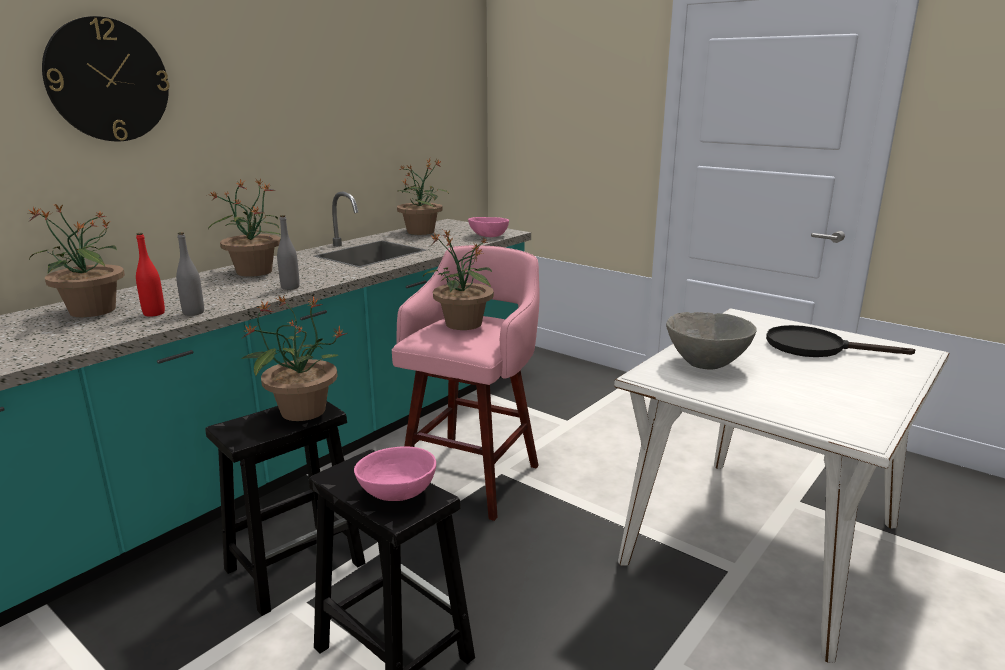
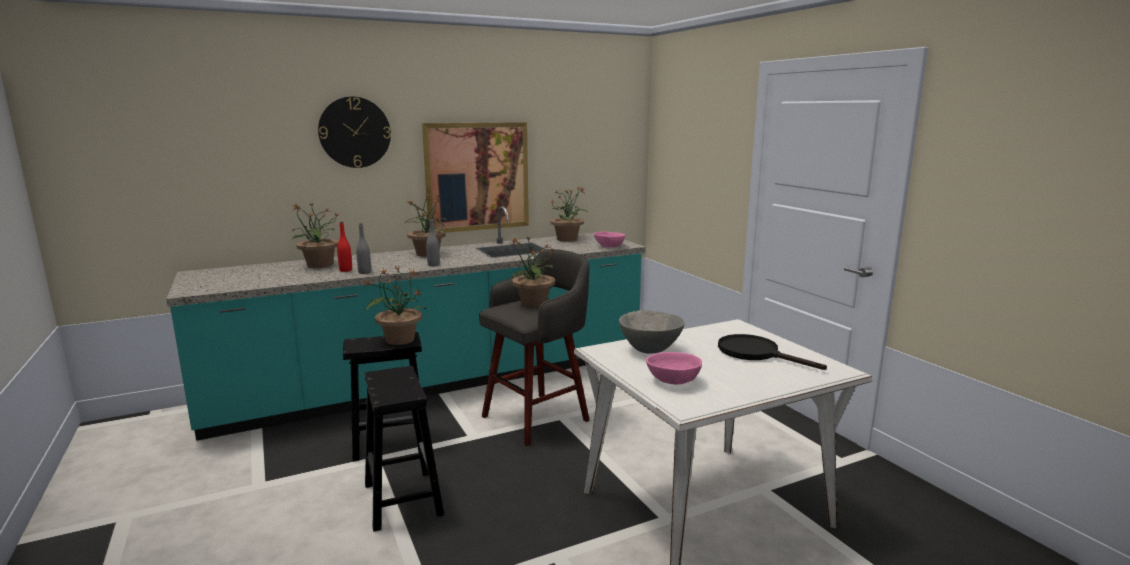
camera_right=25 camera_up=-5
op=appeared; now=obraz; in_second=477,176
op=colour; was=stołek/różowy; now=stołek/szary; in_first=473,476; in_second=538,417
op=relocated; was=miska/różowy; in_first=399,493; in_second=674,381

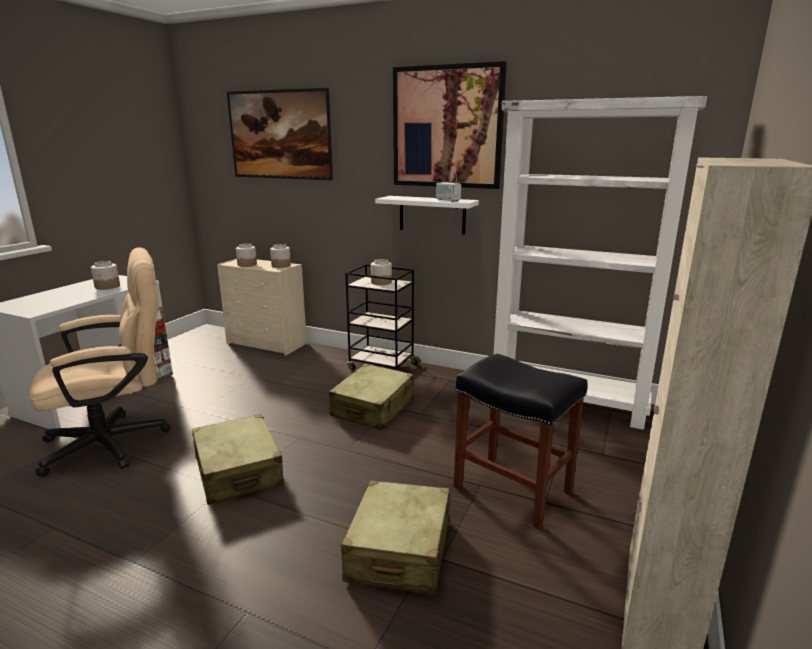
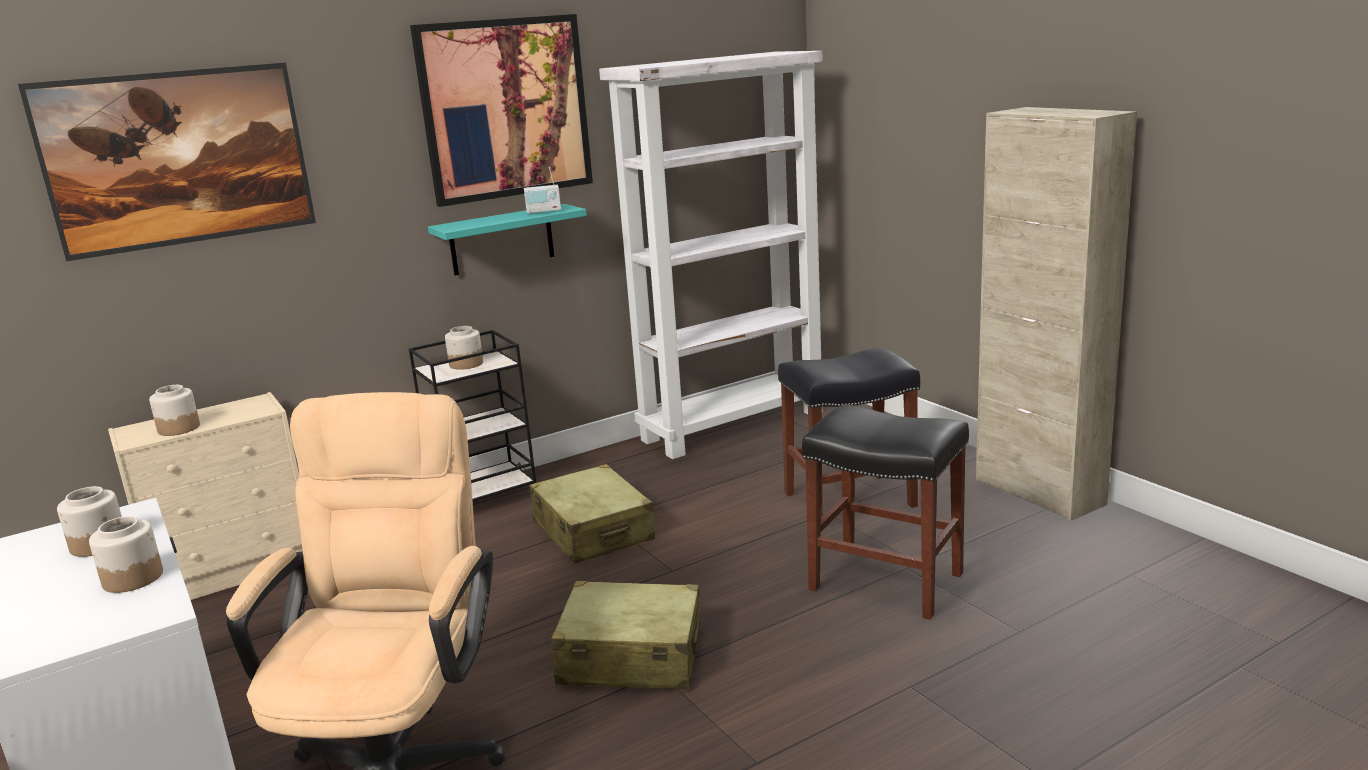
camera_right=-55 camera_up=0
op=relocated; was=słoik; in_first=281,265; in_second=133,578
op=colour; was=półka/biały; now=półka/turkusowy; in_first=432,214; in_second=501,240
op=exchanged; was=walizka/beżowy; now=stołek/czarny; in_first=399,551; in_second=888,581

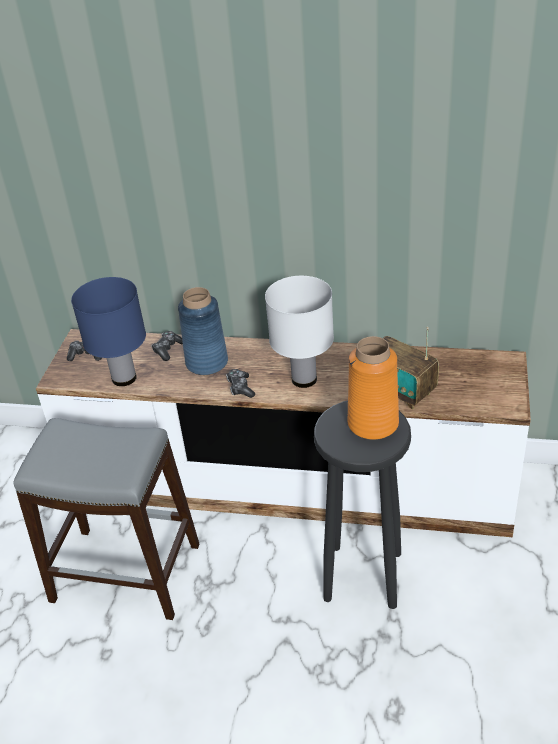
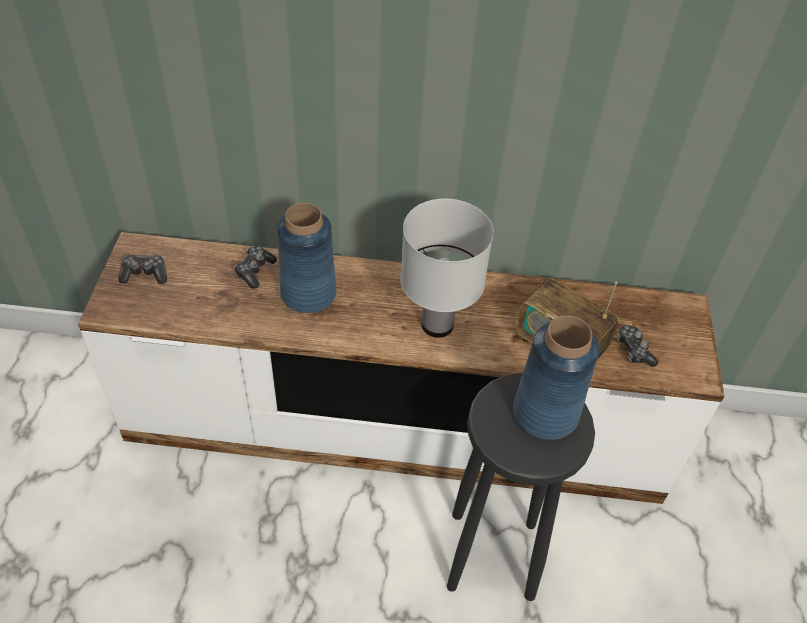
camera_right=-10 camera_up=10
op=colour; was=wazon/pomarańczowy; now=wazon/niebieski; in_first=373,423; in_second=546,413
op=relocated; was=pad do gier; in_first=240,388; in_second=633,350
op=missing; was=stołek/szary; in_first=125,572
op=missing; was=lampa stołowa/niebieski; in_first=123,378

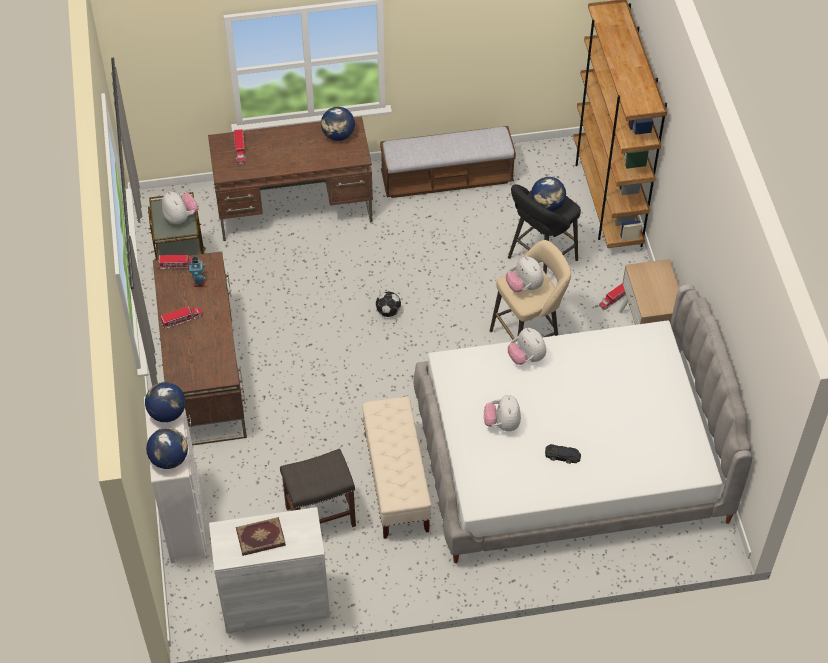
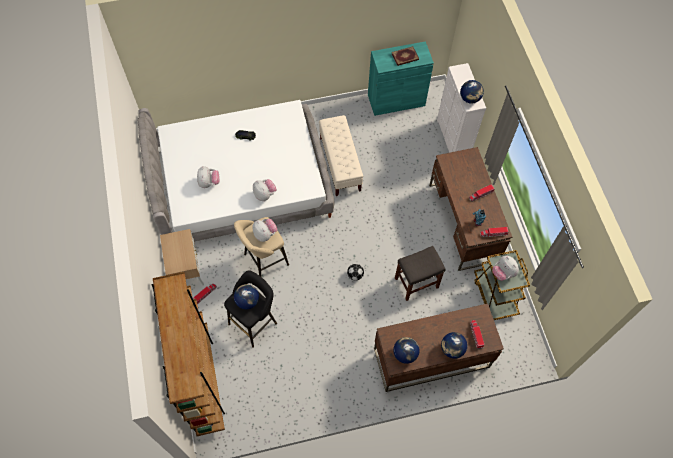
camera_right=175 camera_up=10
op=relocated; was=pluszak; in_first=502,424; in_second=209,183
op=colour; was=szafka/biały; now=szafka/turkusowy; in_first=275,602; in_second=396,100
op=relocated; was=stołek/szary; in_first=321,515; in_second=416,283
op=relocated; was=globus; in_first=169,459; in_second=452,349
op=missing; was=ławka; in_first=447,179

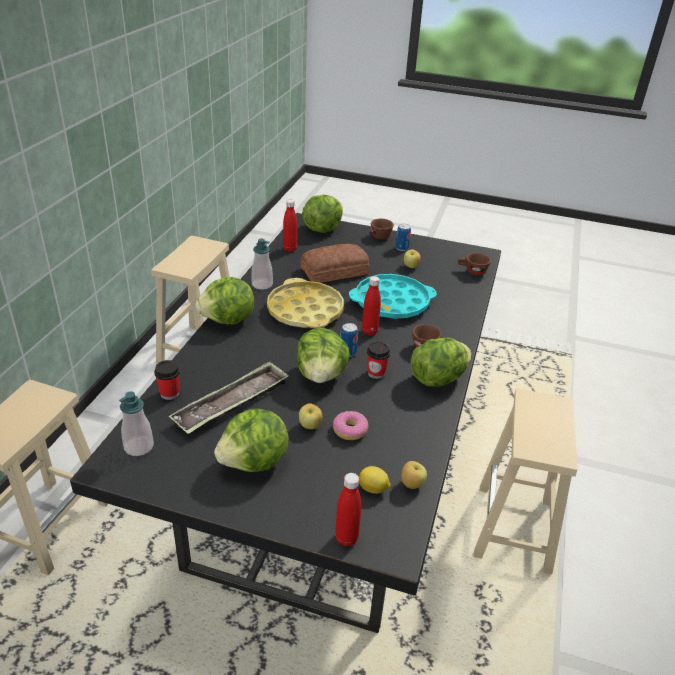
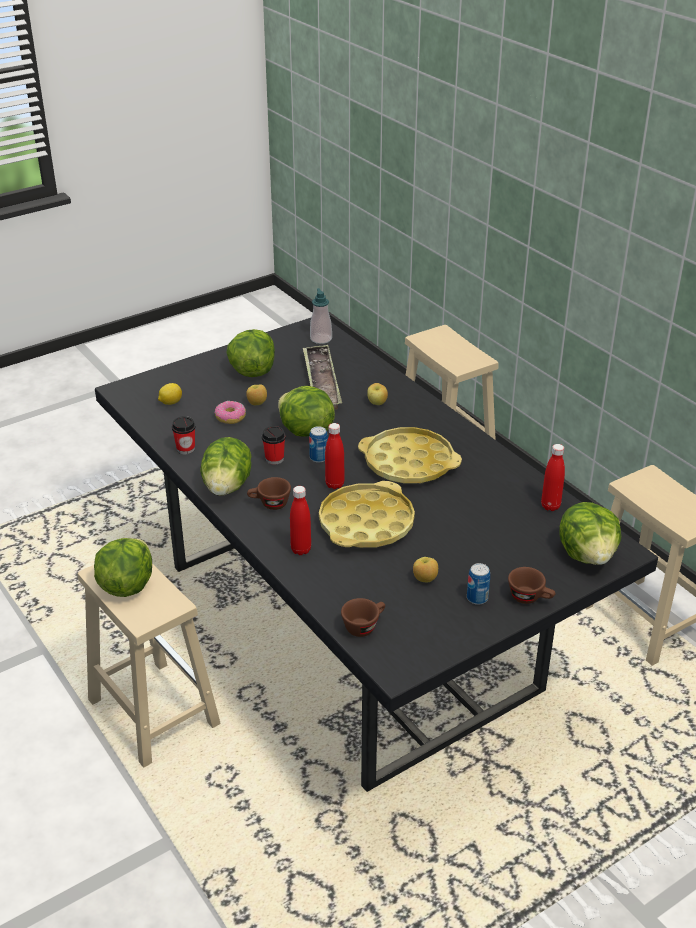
camera_right=130 camera_up=0
op=relocated; was=sałata; in_first=228,320; in_second=126,585
op=relocated; was=filiżanka; in_first=169,393; in_second=185,449
op=relocated; was=butelka/czerwony; in_first=346,538; in_second=301,550
op=colour; was=taca/turkusowy; now=taca/żółty; in_first=392,302; in_second=366,523
op=relocated; was=jabłko; in_first=411,484; in_second=377,403
op=missing; was=dozownik mydła; in_first=262,284
op=missing; was=chleb; in_first=336,271

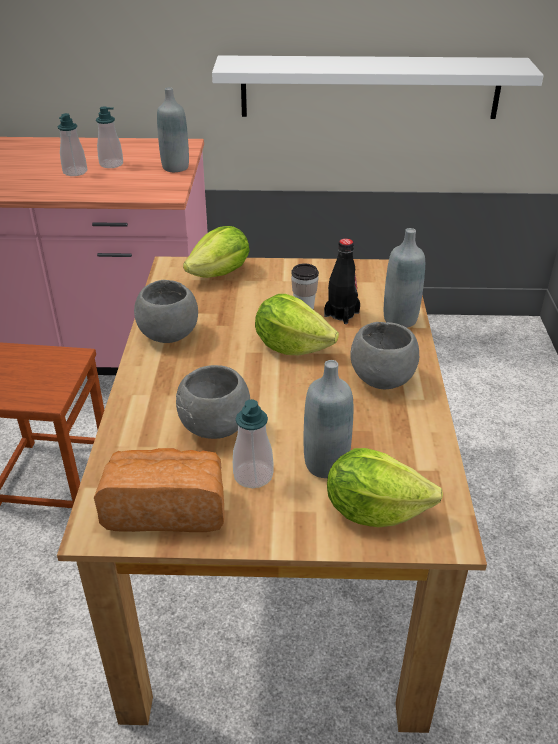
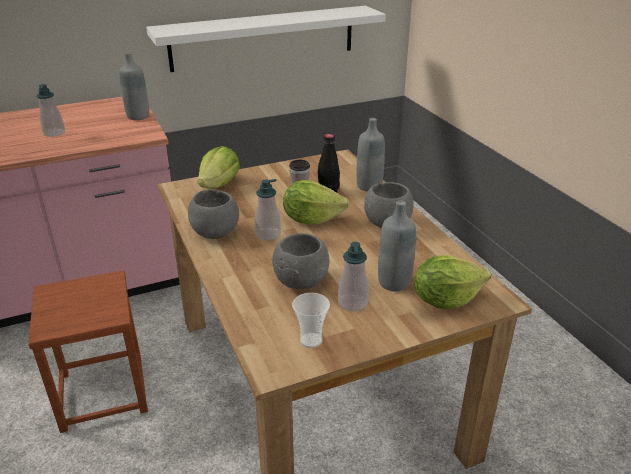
camera_right=-25 camera_up=-5
op=relocated; was=dozownik mydła; in_first=111,164; in_second=268,234
op=exchanged; was=chleb; now=filiżanka; in_first=167,508; in_second=311,340

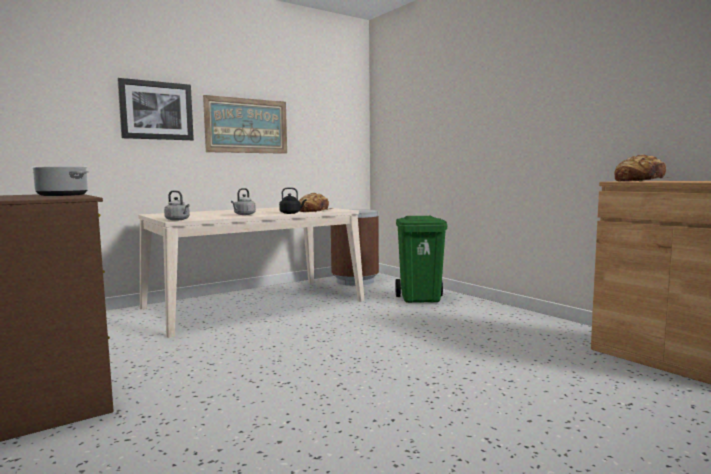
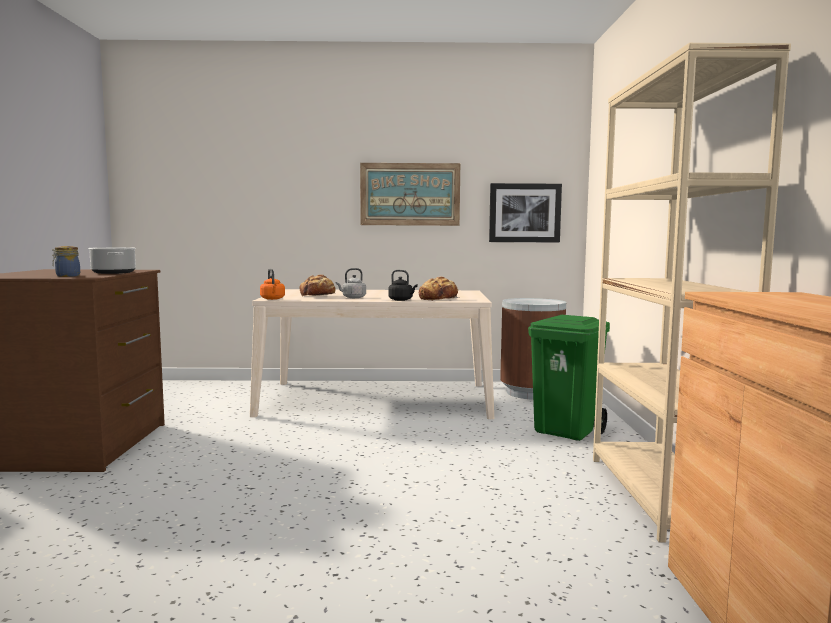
camera_right=35 camera_up=0
op=appeared; now=słoik; in_second=67,276
op=colour; was=czajnik/szary; now=czajnik/pomarańczowy; in_first=178,220; in_second=273,299
op=relocated; was=chleb; in_first=639,181; in_second=318,296
op=relocated; was=obraz; in_first=156,110; in_second=524,213
op=appeared; now=regał/beżowy; in_second=659,495

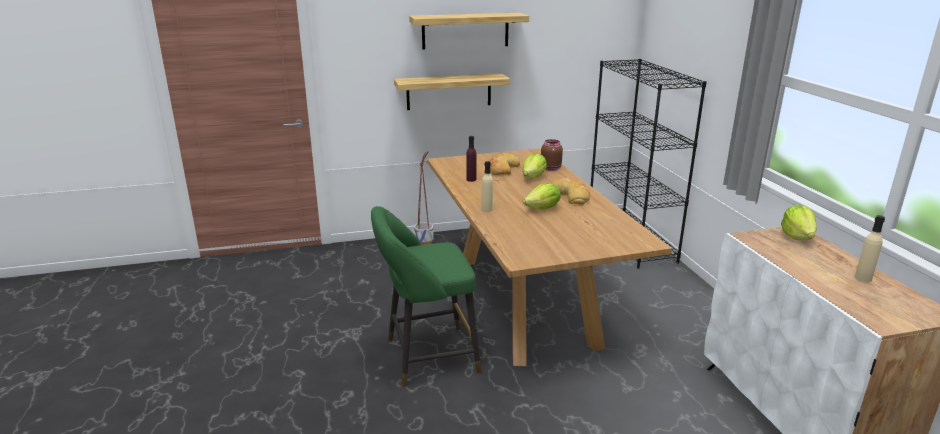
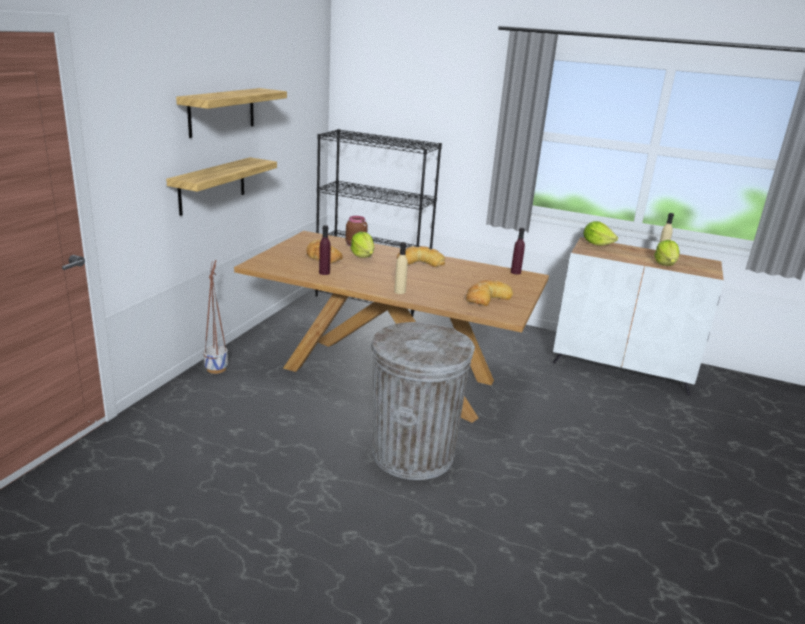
camera_right=-55 camera_up=0
op=exchanged; was=stołek/zielony; now=kosz na śmieci/szary; in_first=426,357; in_second=412,454
op=appeared; now=chleb; in_second=486,298
op=appeared; now=butelka/fioletowy; in_second=515,272
op=relocated; was=sałata; in_first=543,209; in_second=665,264

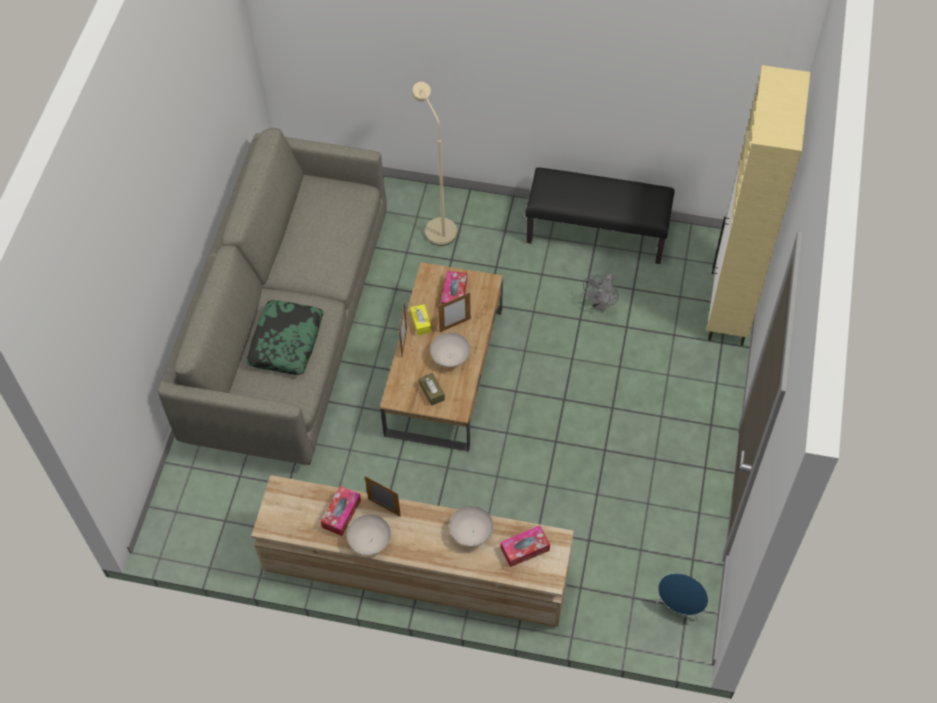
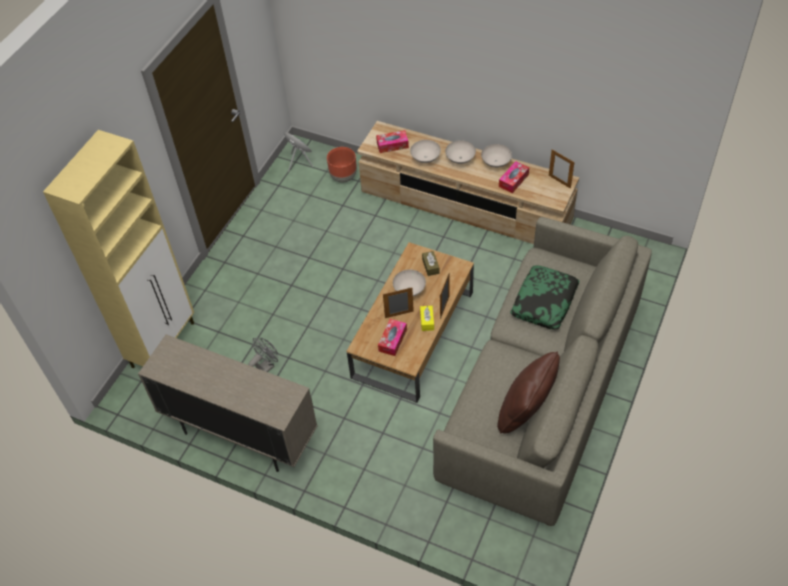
camera_right=-165 camera_up=-5
op=exchanged; was=ławka/czarny; now=szafka/beżowy; in_first=597,233; in_second=241,435
op=appeared; now=donica/brązowy; in_second=343,177
op=appeared; now=miska/biały; in_second=460,159
op=appeared; now=poduszka/brązowy; in_second=525,411
op=relocated; was=ramka na zdjęcie; in_first=384,507; in_second=559,181
op=missing; was=lampa stojąca/beżowy; in_first=437,226

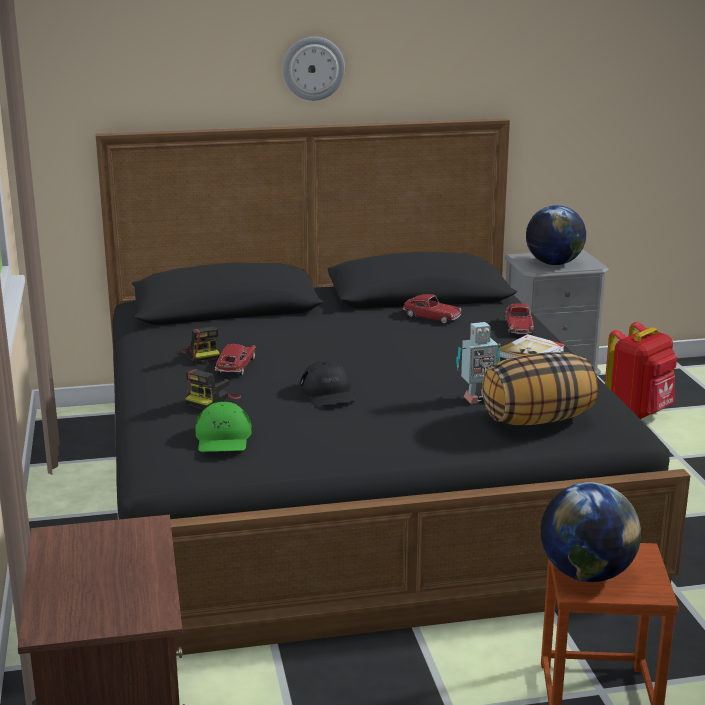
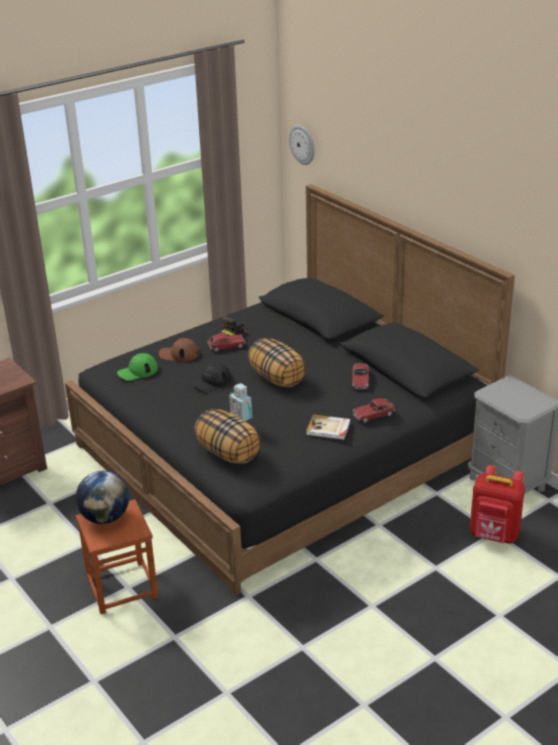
camera_right=65 camera_up=10
op=exchanged; was=aparat fotograficzny; now=czapka z daszkiem/brązowy; in_first=212,400; in_second=179,354
op=appeared; now=poduszka; in_second=277,378
op=relocated; was=zegar ścienny; in_first=313,68; in_second=302,144
op=missing; was=globus; in_first=553,263

